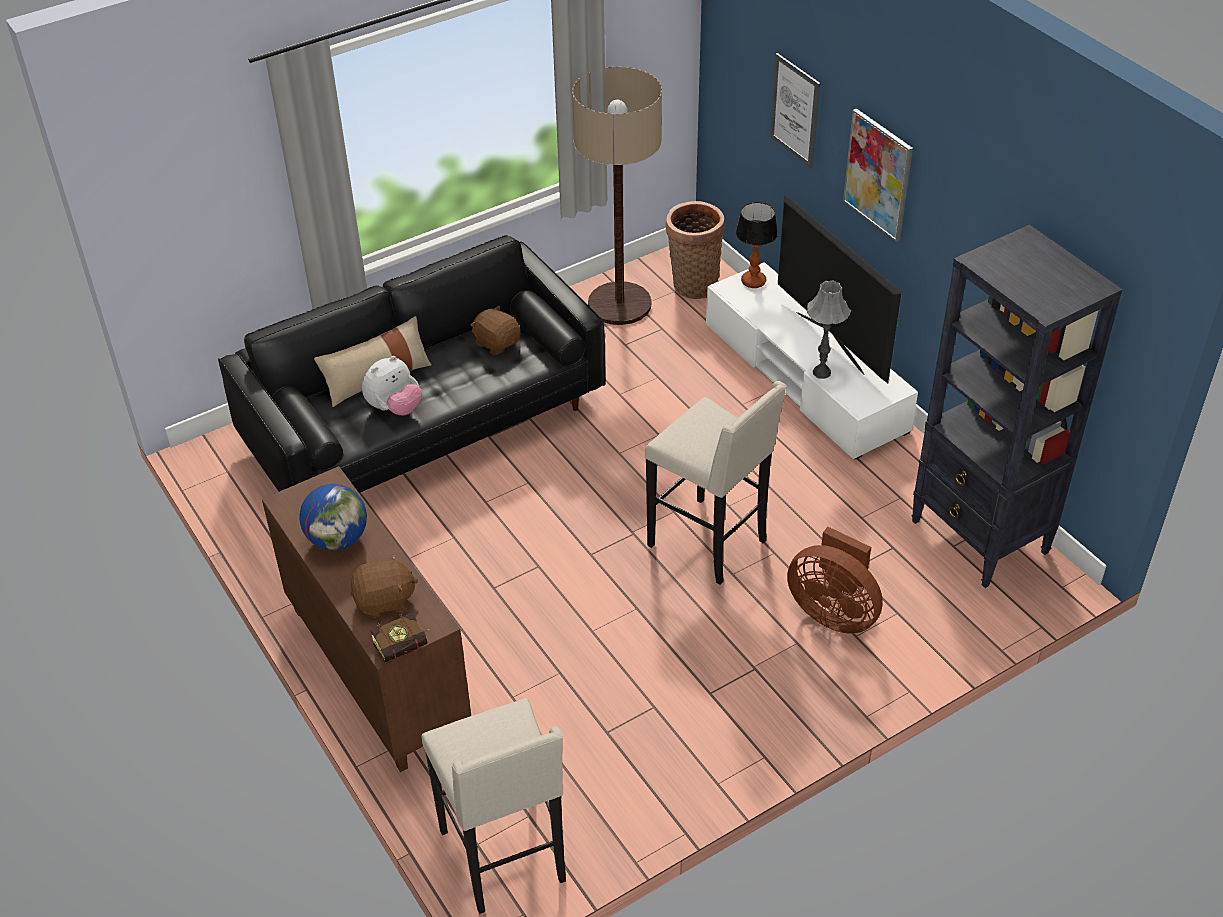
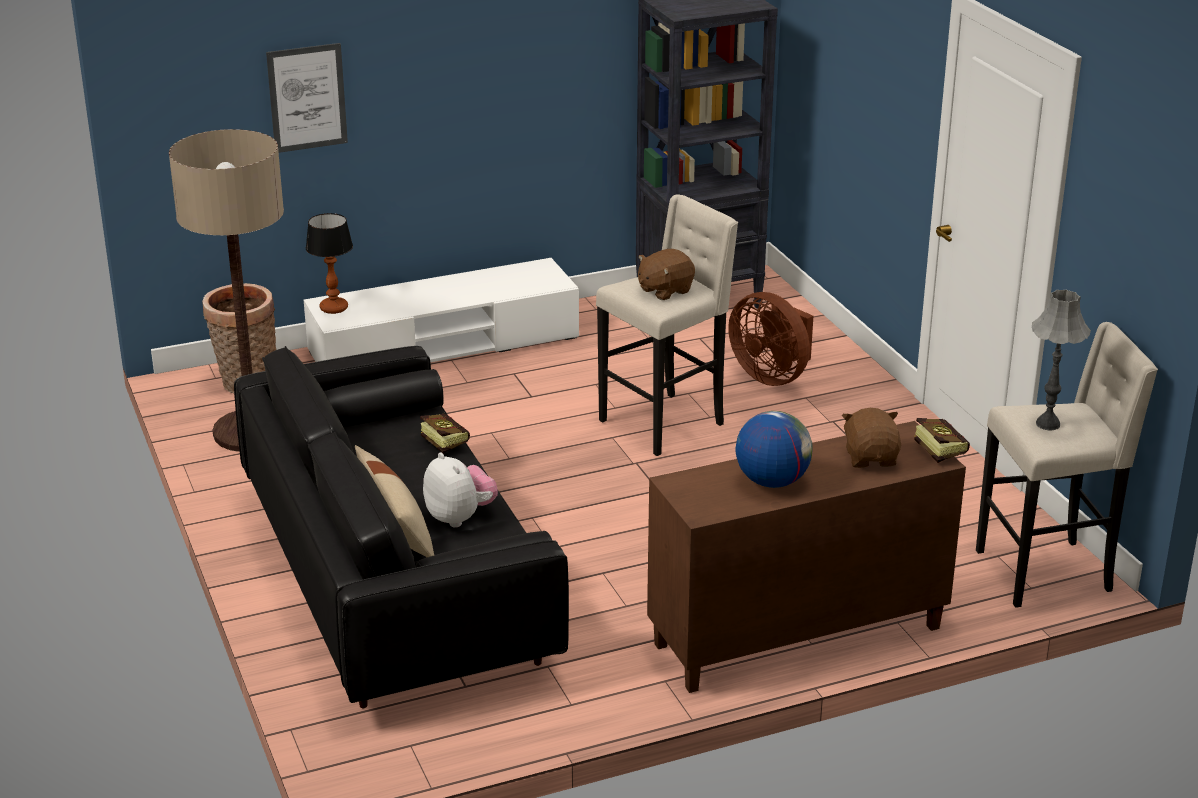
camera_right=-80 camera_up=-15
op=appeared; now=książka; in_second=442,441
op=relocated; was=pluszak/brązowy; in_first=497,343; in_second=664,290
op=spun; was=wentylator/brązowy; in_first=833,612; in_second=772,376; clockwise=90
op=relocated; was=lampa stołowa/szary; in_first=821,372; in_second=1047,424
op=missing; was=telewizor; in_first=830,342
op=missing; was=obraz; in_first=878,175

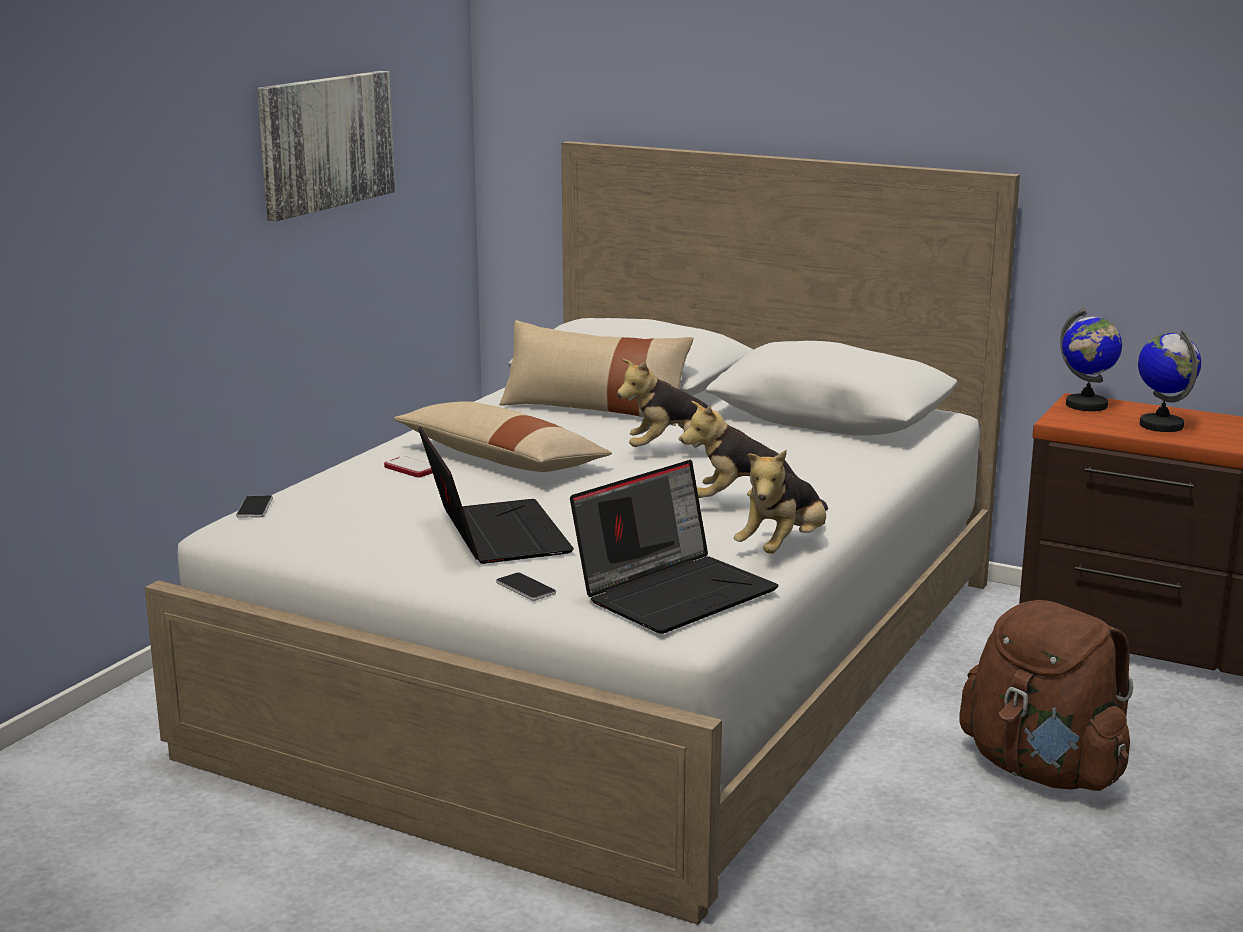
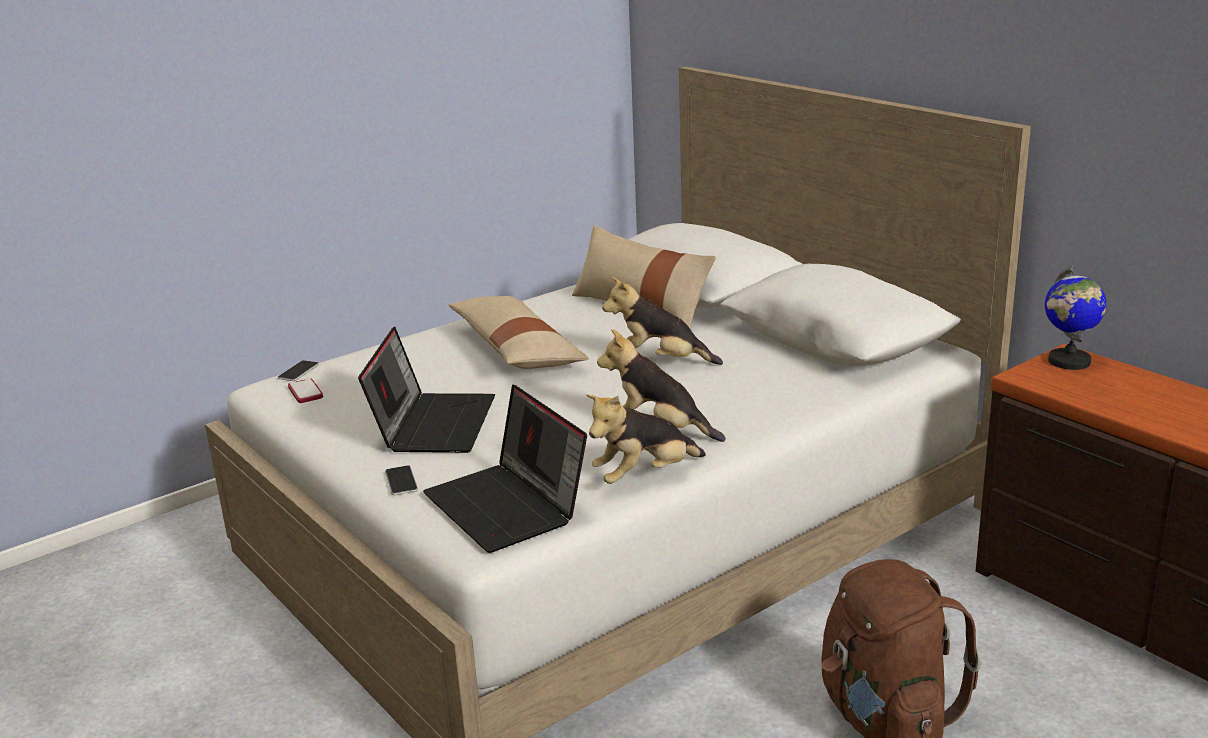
camera_right=25 camera_up=5
op=relocated; was=telefon; in_first=411,469; in_second=305,392
op=spun; was=laptop; in_first=675,591; in_second=508,506; clockwise=75
op=missing; was=obraz; in_first=325,142
op=missing; was=globus; in_first=1161,425

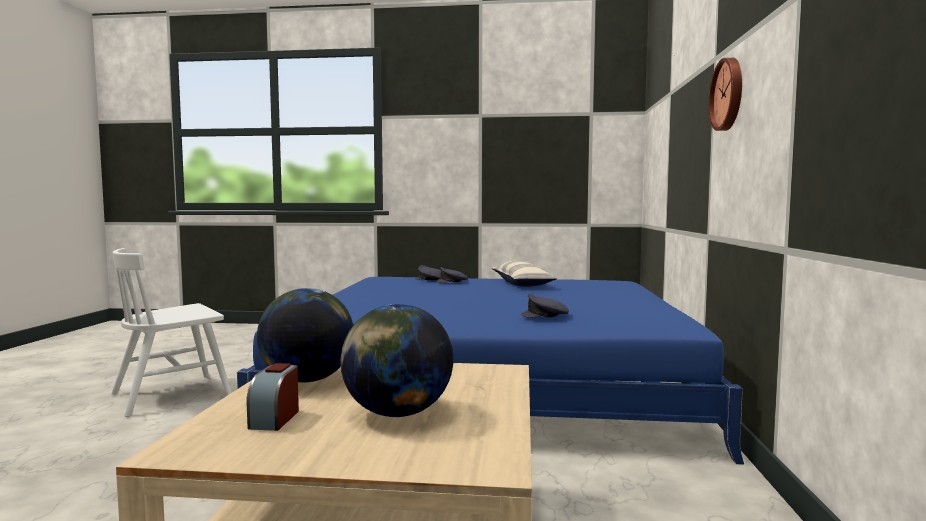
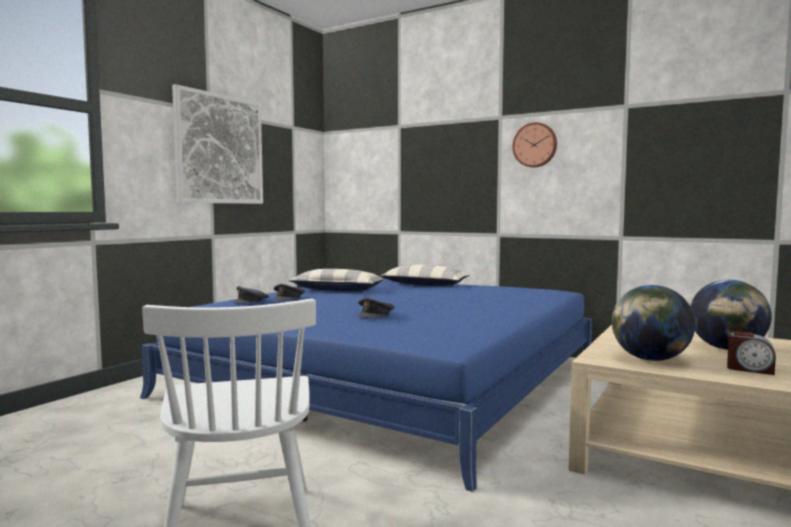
camera_right=-65 camera_up=0
op=appeared; now=obraz; in_second=219,149
op=relocated; was=czapka z daszkiem/szary; in_first=546,315; in_second=375,314
op=appeared; now=poduszka; in_second=424,285

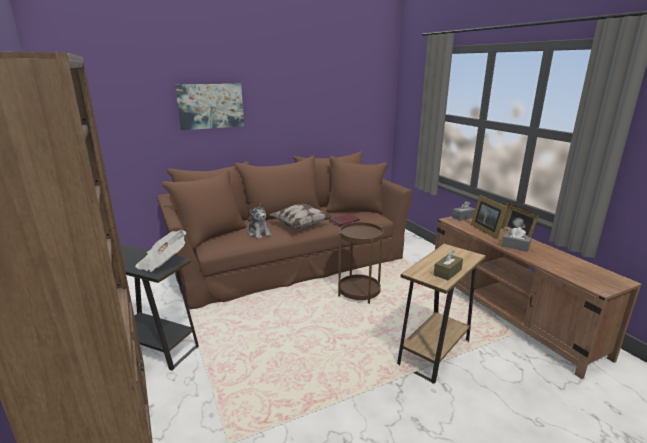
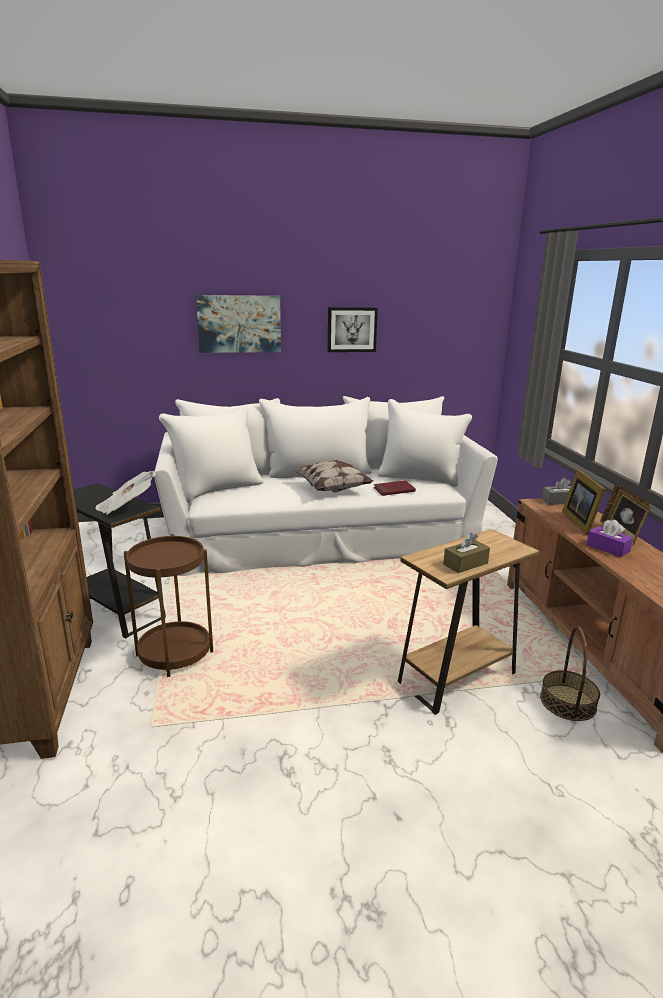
camera_right=15 camera_up=0
op=relocated; was=stolik/brązowy; in_first=359,292; in_second=175,654
op=colour; was=kanapa/brązowy; now=kanapa/biały; in_first=289,260; in_second=321,536
op=appeared; now=obraz; in_second=351,329
op=appeared; now=koszyk; in_second=568,702
op=colour; was=pudełko chusteczek/szary; now=pudełko chusteczek/fioletowy; in_first=515,246; in_second=608,548
op=missing; was=pluszak; in_first=259,234

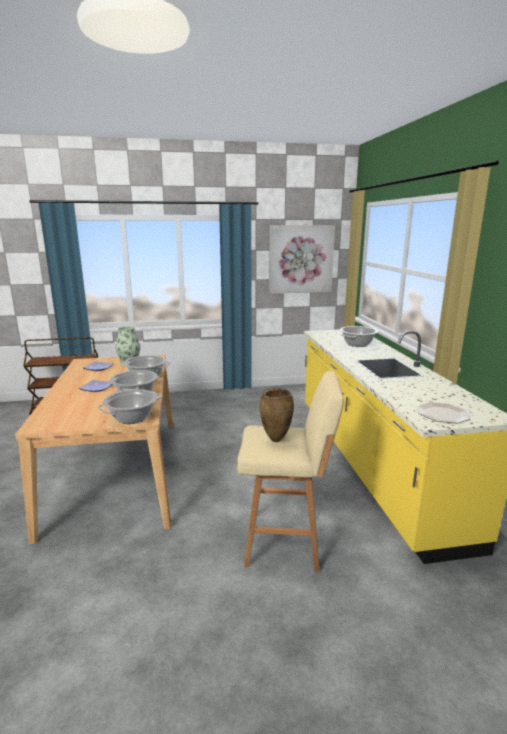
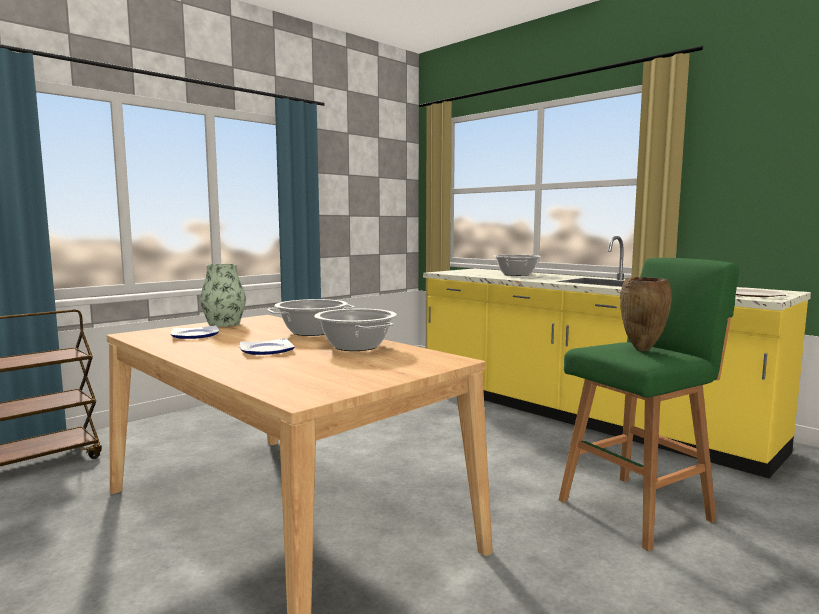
camera_right=-35 camera_up=-10
op=colour; was=stołek/beżowy; now=stołek/zielony; in_first=285,541; in_second=638,509
op=missing; was=garnek; in_first=132,418
op=missing; was=obraz; in_first=301,259

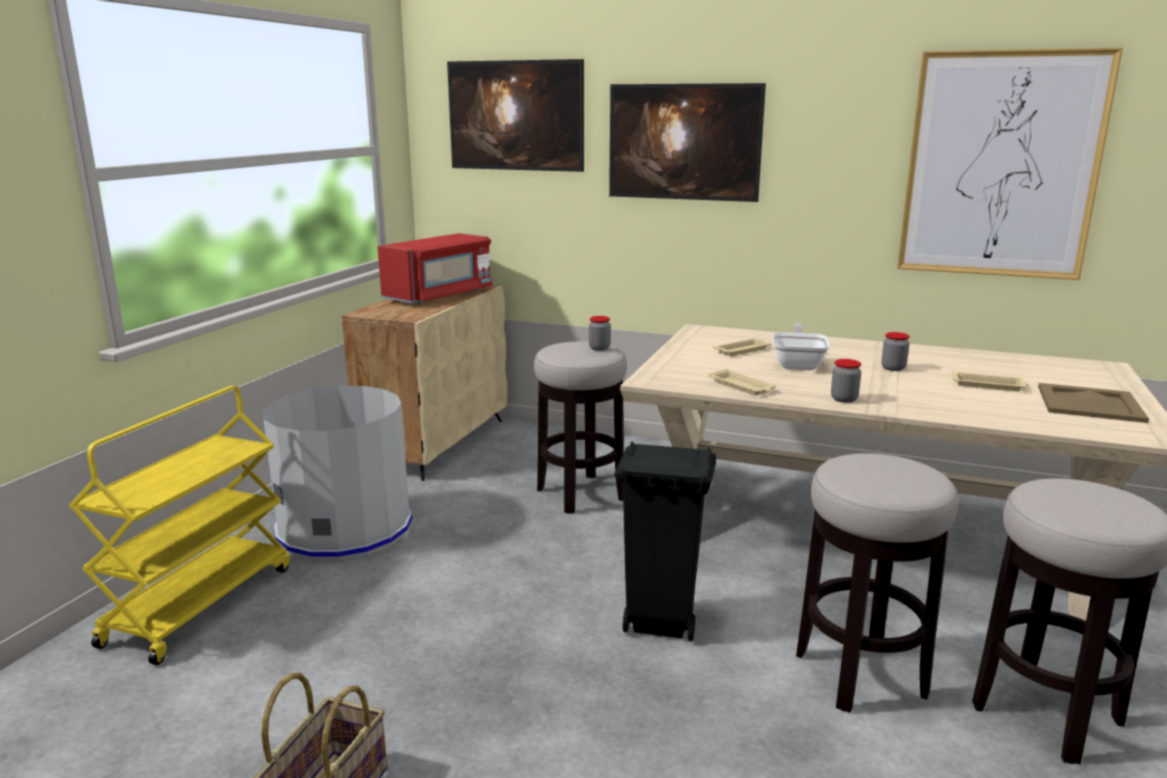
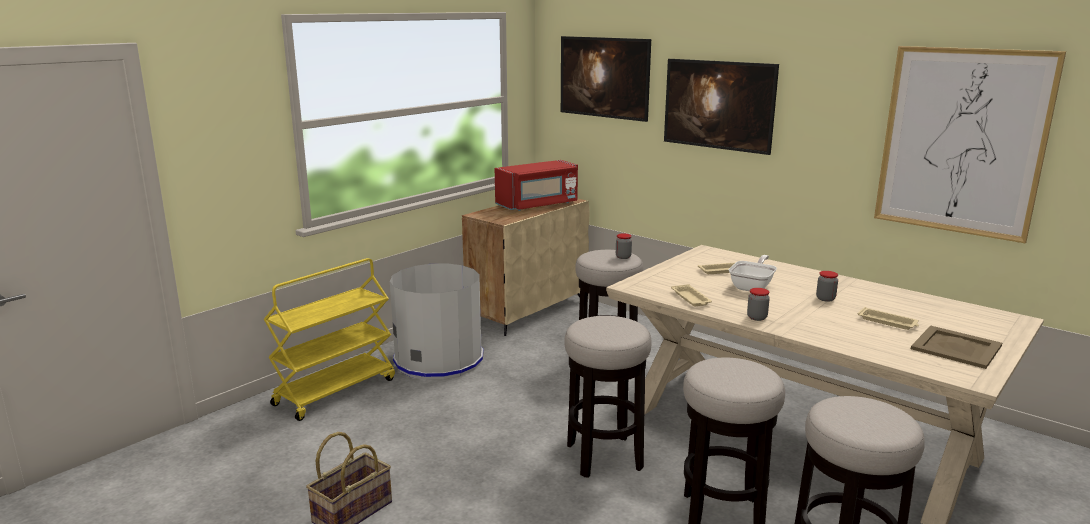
camera_right=20 camera_up=0
op=exchanged; was=kosz na śmieci/czarny; now=stołek; in_first=659,624; in_second=604,457

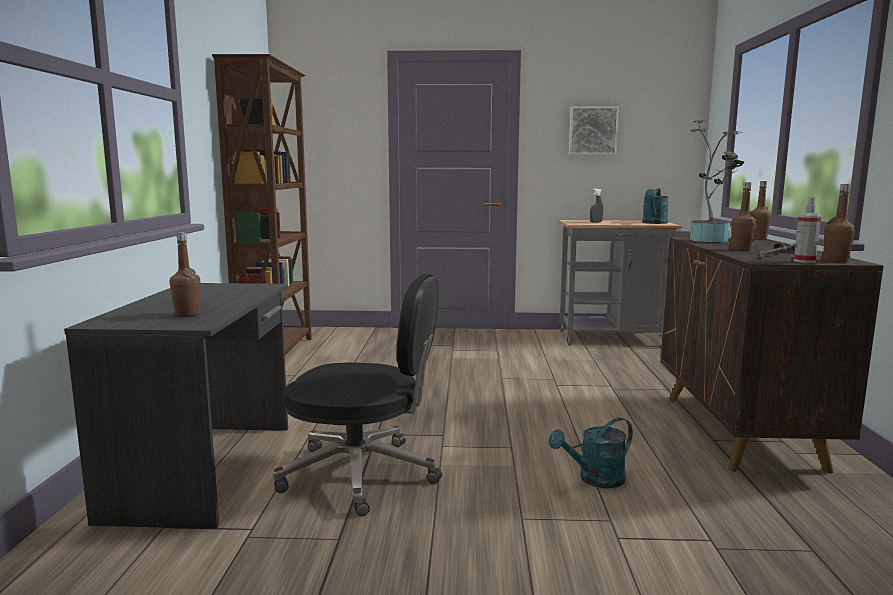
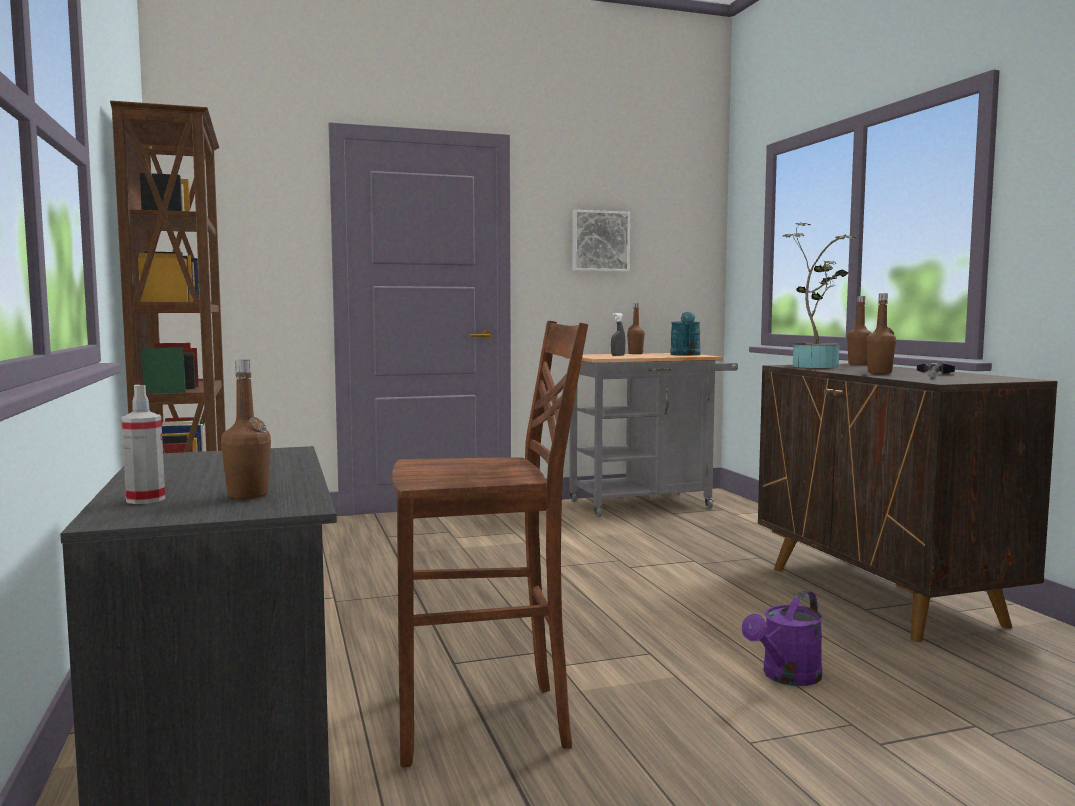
camera_right=-20 camera_up=-5
op=relocated; was=spryskiwacz; in_first=804,261; in_second=145,500
op=exchanged; was=krzesło biurowe/czarny; now=stołek/brązowy; in_first=363,474; in_second=486,722
op=relocated; was=butelka/brązowy; in_first=835,260; in_second=635,353
op=colour; was=konewka/turkusowy; now=konewka/fioletowy; in_first=595,480; in_second=786,677

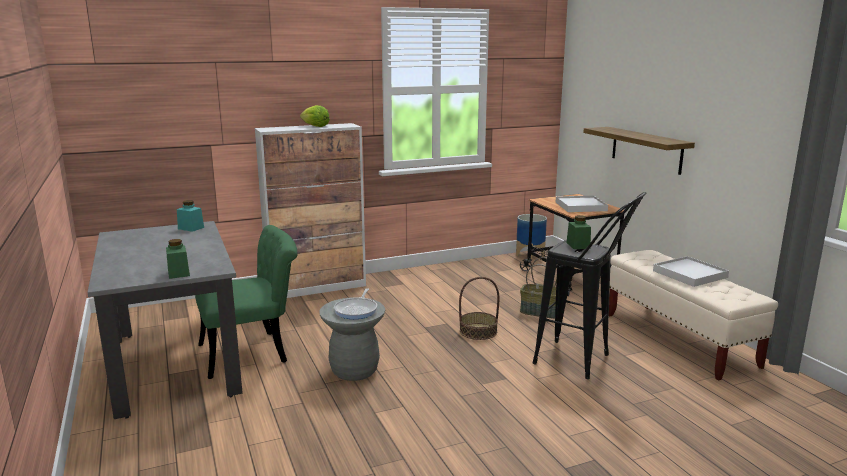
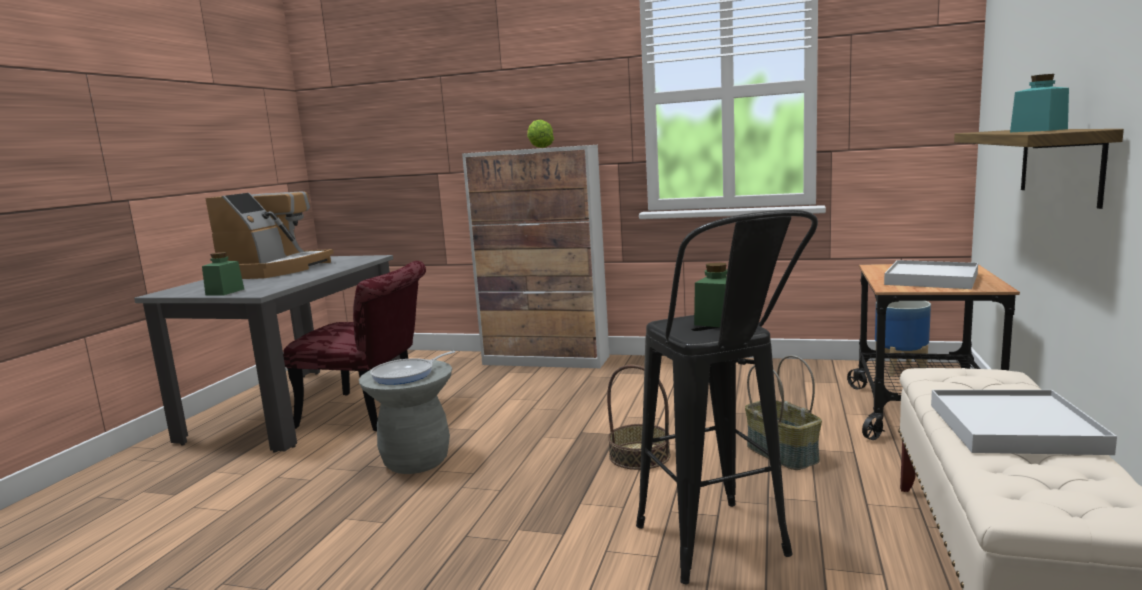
camera_right=40 camera_up=-5
op=appeared; now=ekspres do kawy; in_second=275,270
op=colour; was=krzesło/zielony; now=krzesło/czerwony; in_first=253,352; in_second=372,412
op=relocated; was=słoik/turkusowy; in_first=191,228; in_second=1038,130

